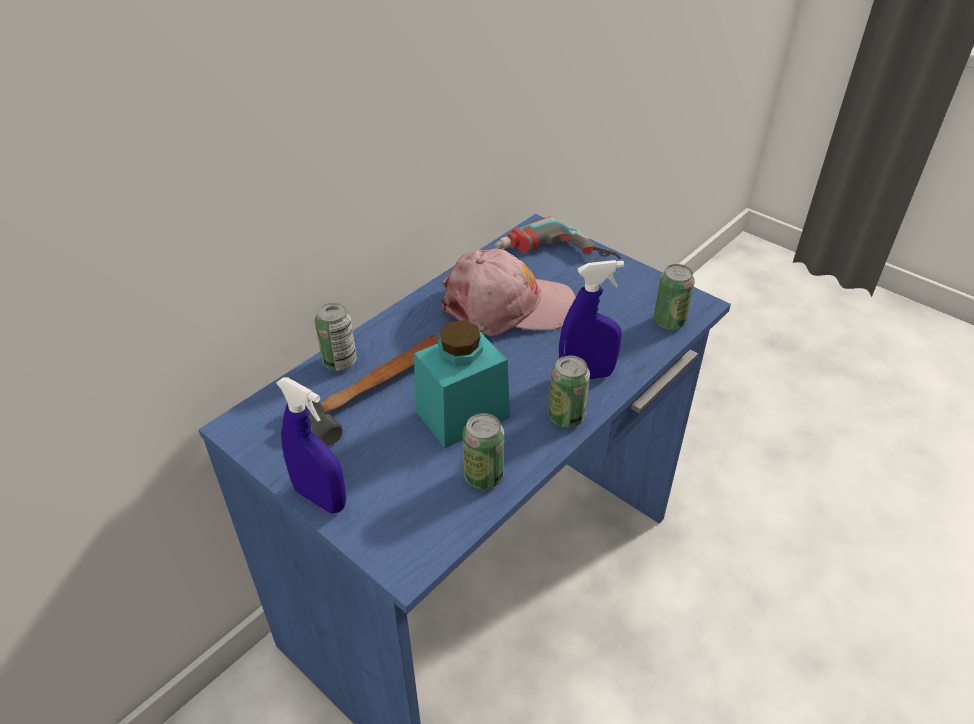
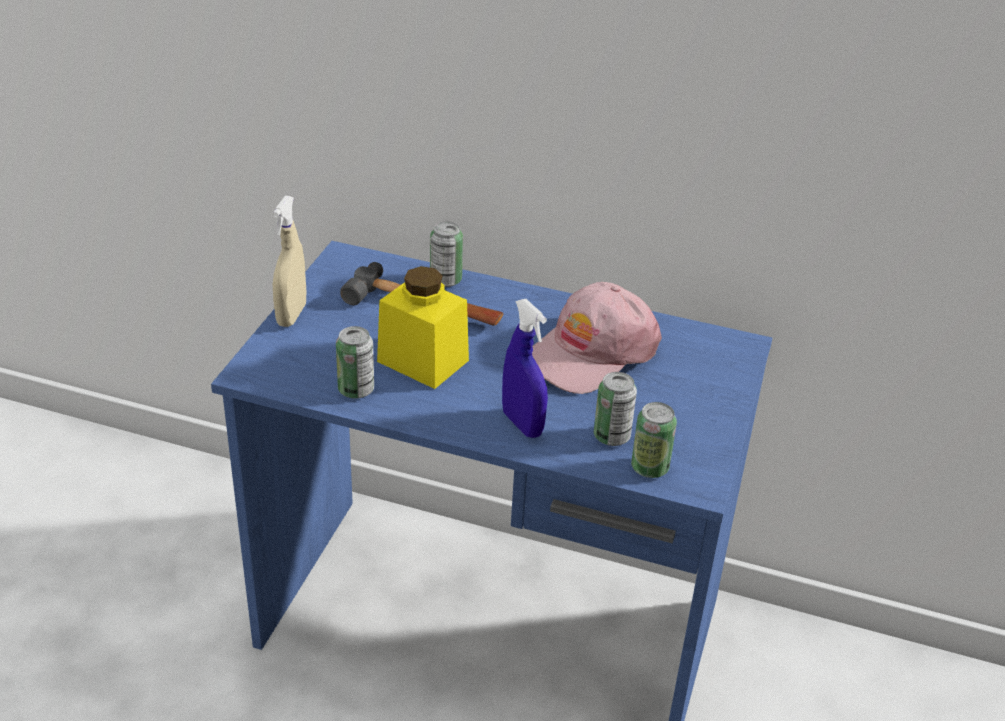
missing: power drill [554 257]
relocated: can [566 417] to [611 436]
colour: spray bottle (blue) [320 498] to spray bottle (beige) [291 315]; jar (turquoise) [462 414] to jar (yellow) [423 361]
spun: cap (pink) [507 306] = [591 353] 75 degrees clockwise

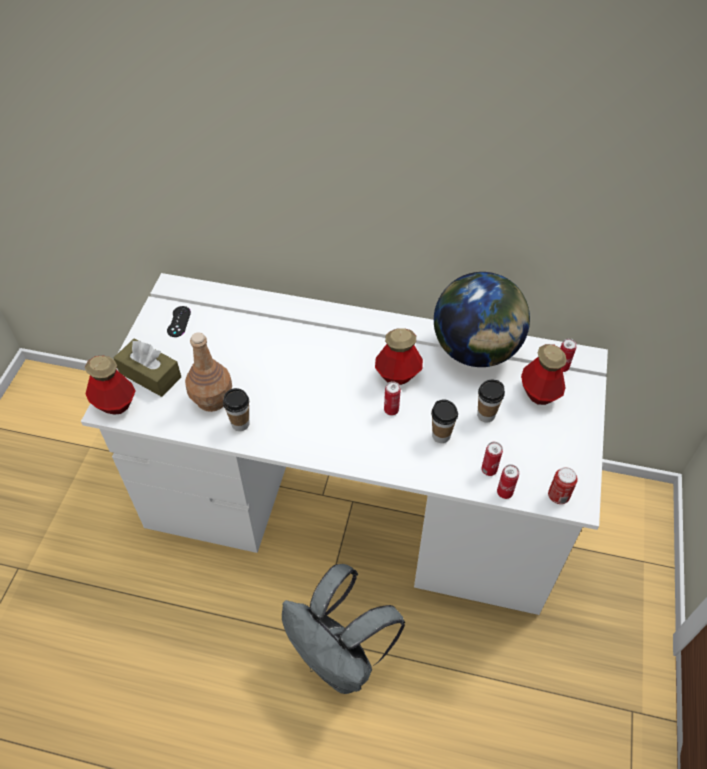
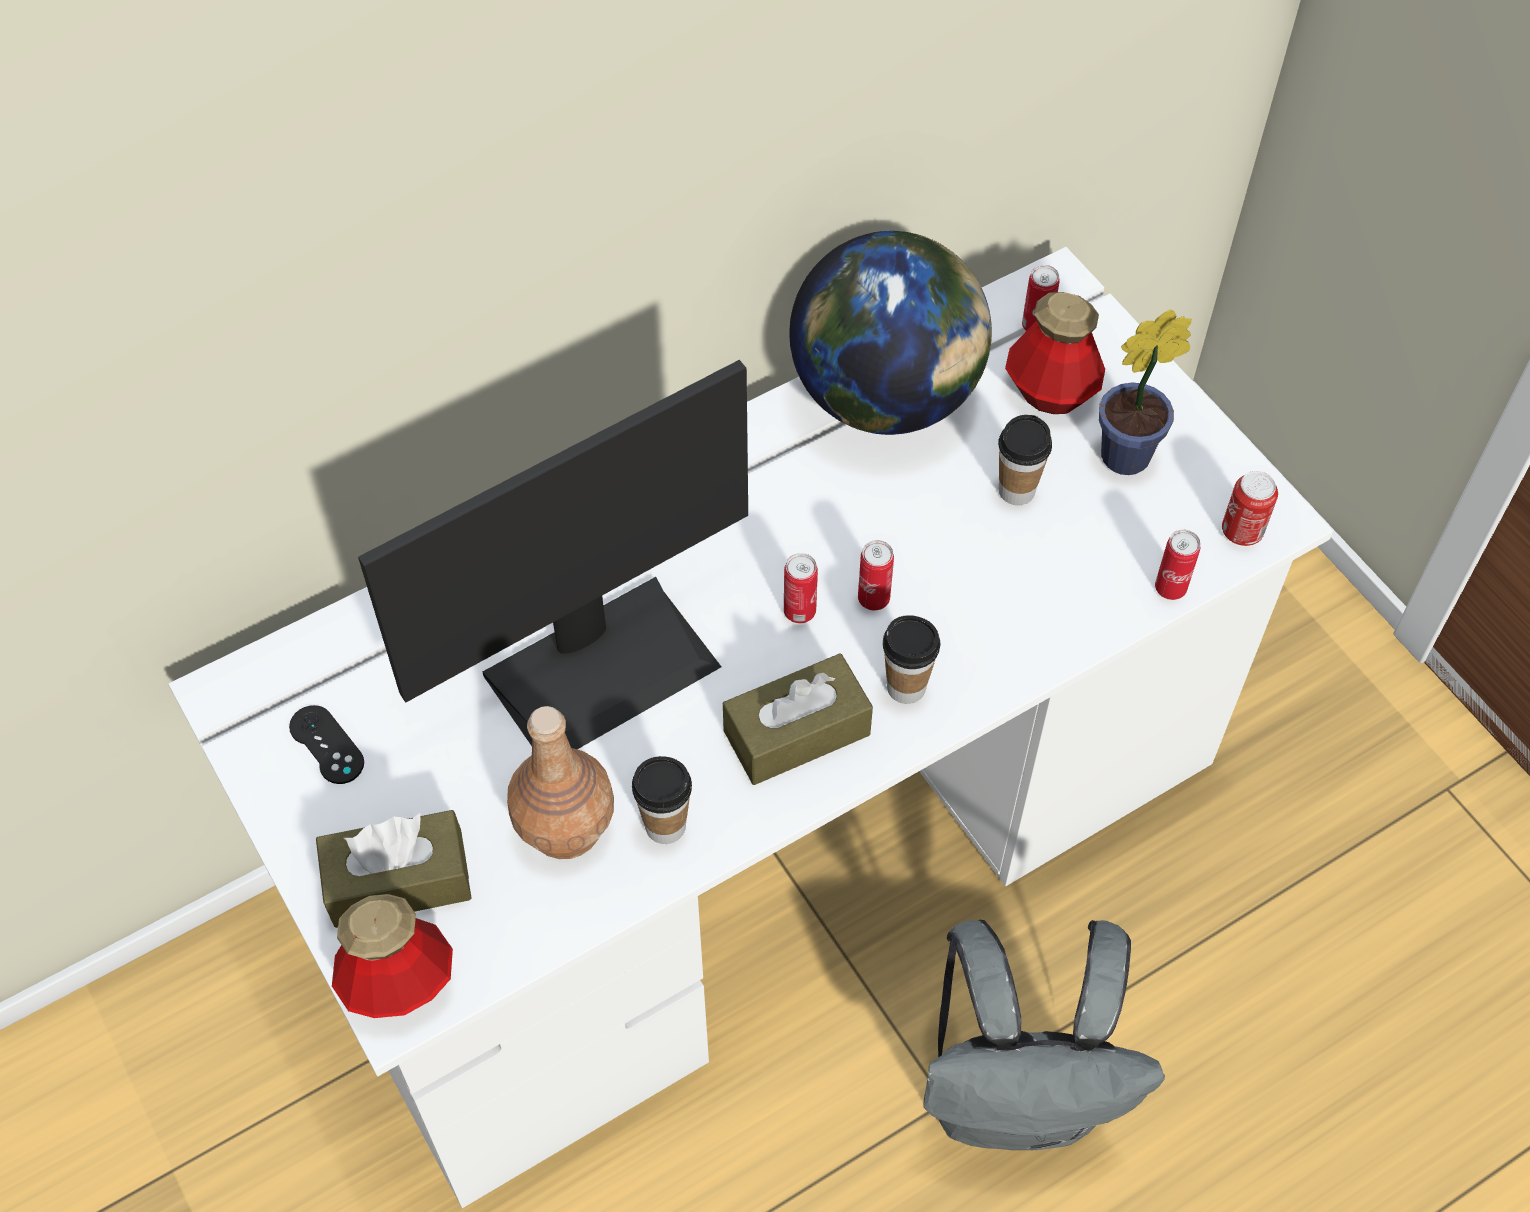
missing: bottle [398 375]
appeared: monitor [600 666]; tissue box (brown) [796 733]; potted plant [1132 454]
relocated: cup [441 435] to [906 687]; can [489 470] to [799 611]

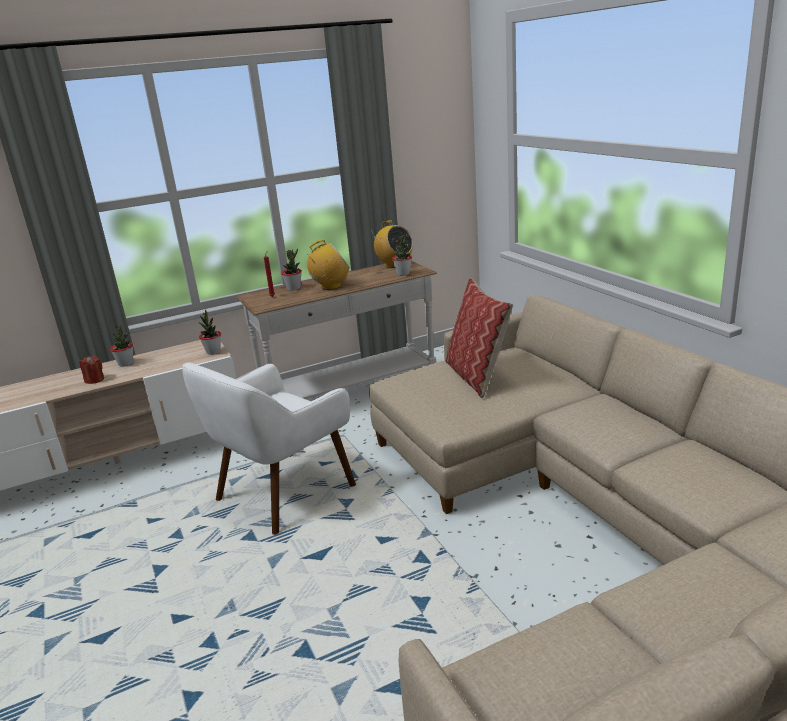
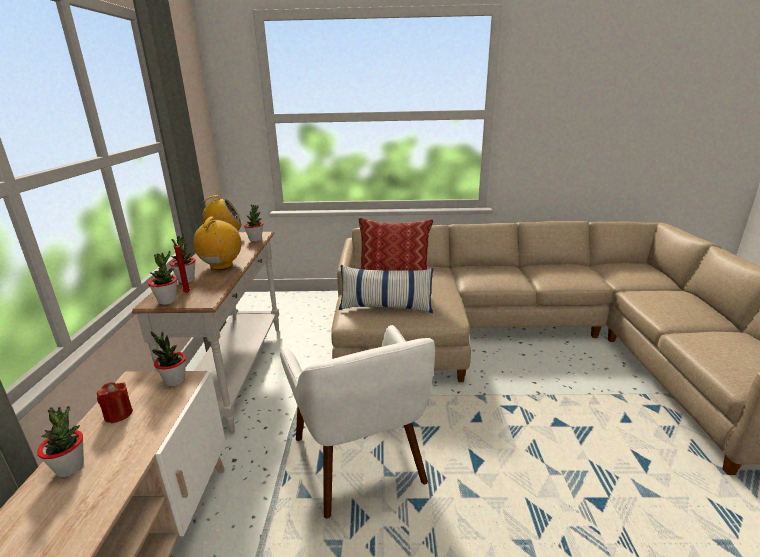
appeared: potted plant [167 301]; pillow [386 307]
relocated: candle (red) [94 380] to [118 414]

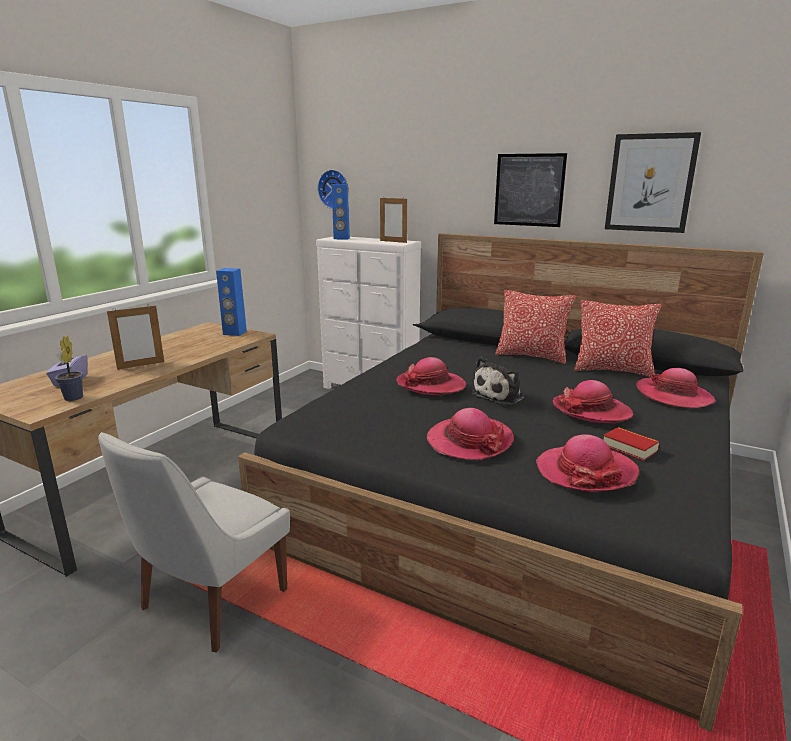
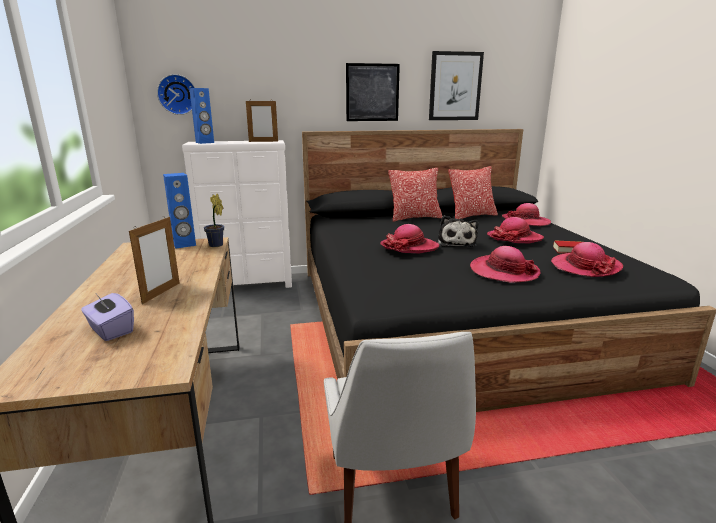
relocated: potted plant [72 399] to [217 245]

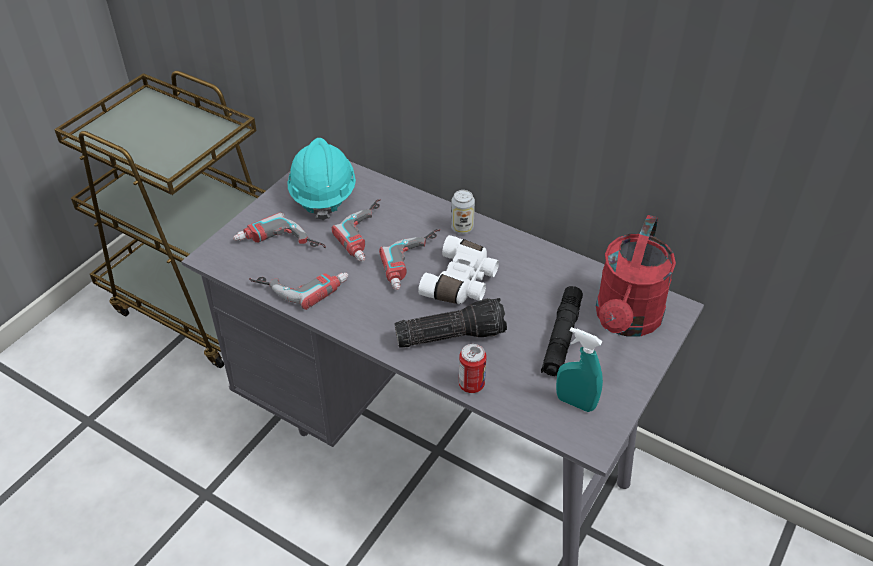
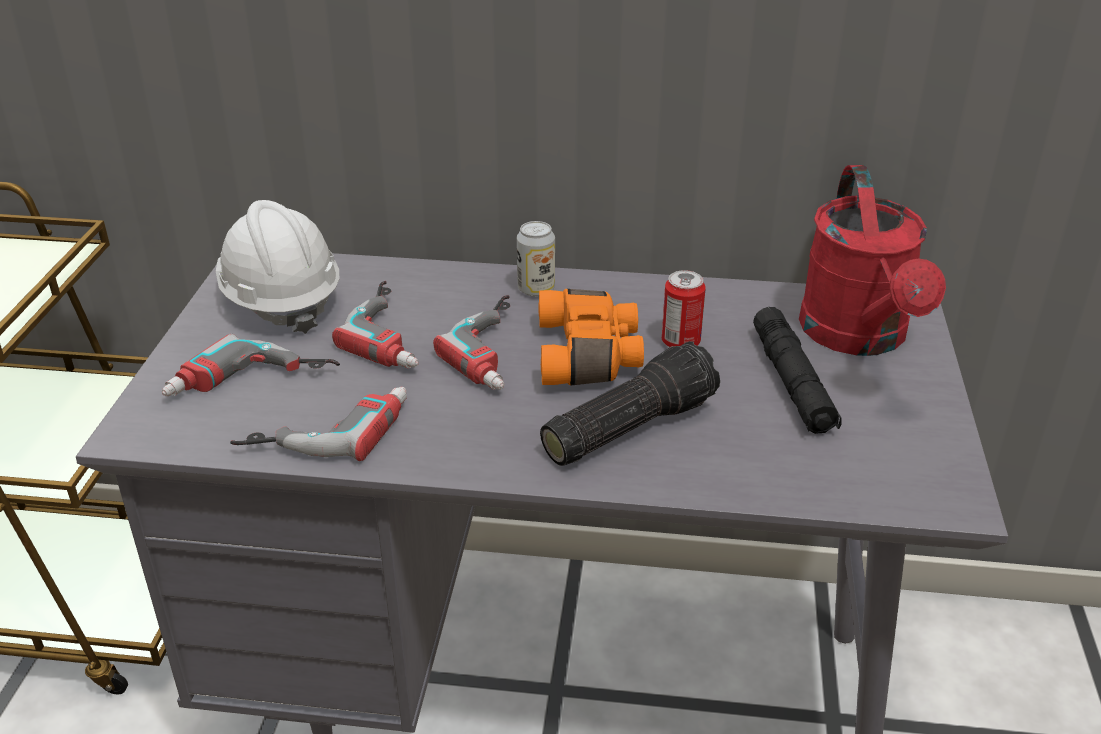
missing: spray bottle (turquoise) [575 402]
relocated: can [471 384] to [680 342]
colour: hard hat (turquoise) [323 194] to hard hat (white) [281 301]; binoculars (white) [462 282] to binoculars (orange) [590 355]

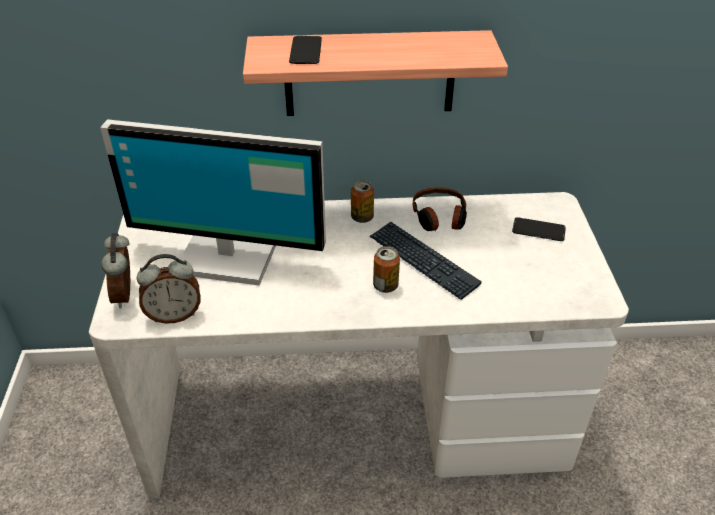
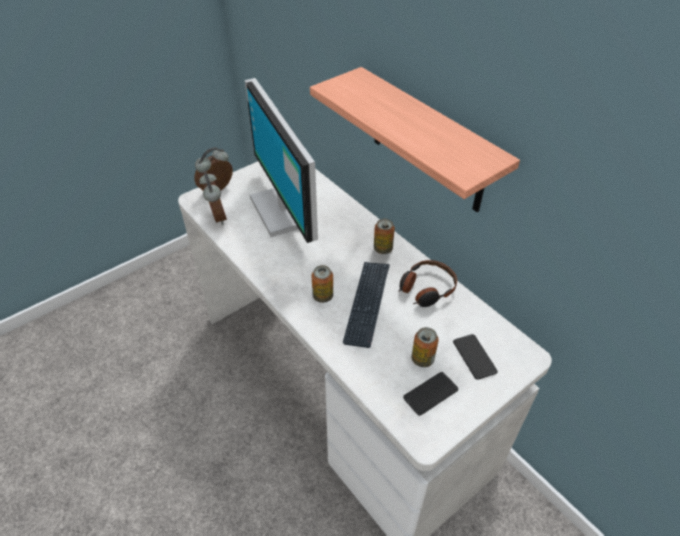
appeared: can [422 359]
relocated: phone [305 51] to [430 394]
spun: alarm clock [174 315] = [217 217] 150 degrees counterclockwise

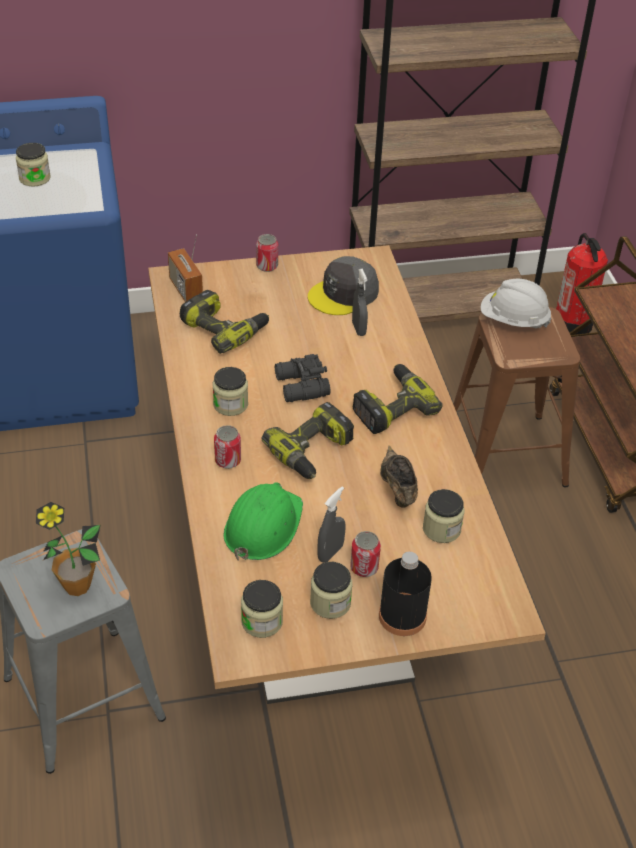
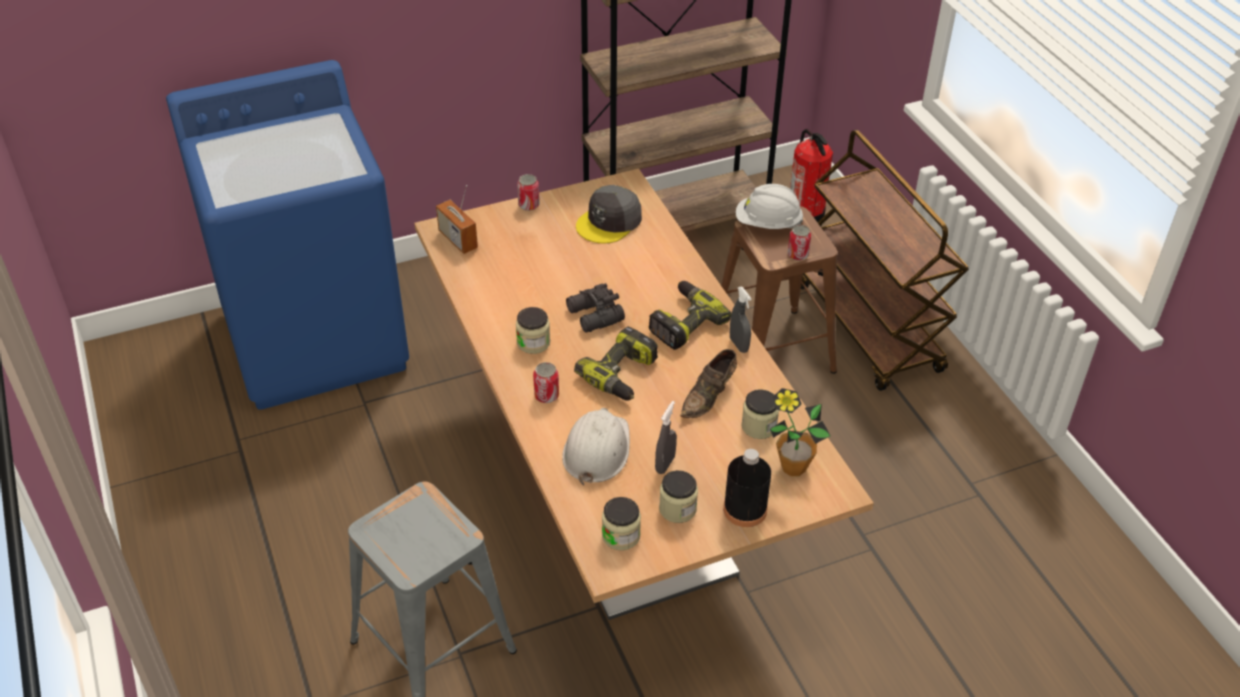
missing: jar [35 178]; power drill [225 329]
relocated: potted plant [77 586] to [793 467]; can [364 567] to [797 255]; spray bottle (grey) [358 329] to [739 345]
colour: hard hat (green) [262 526] to hard hat (white) [596 450]
spun: shoe (brown) [397 489] = [709 397] 120 degrees counterclockwise

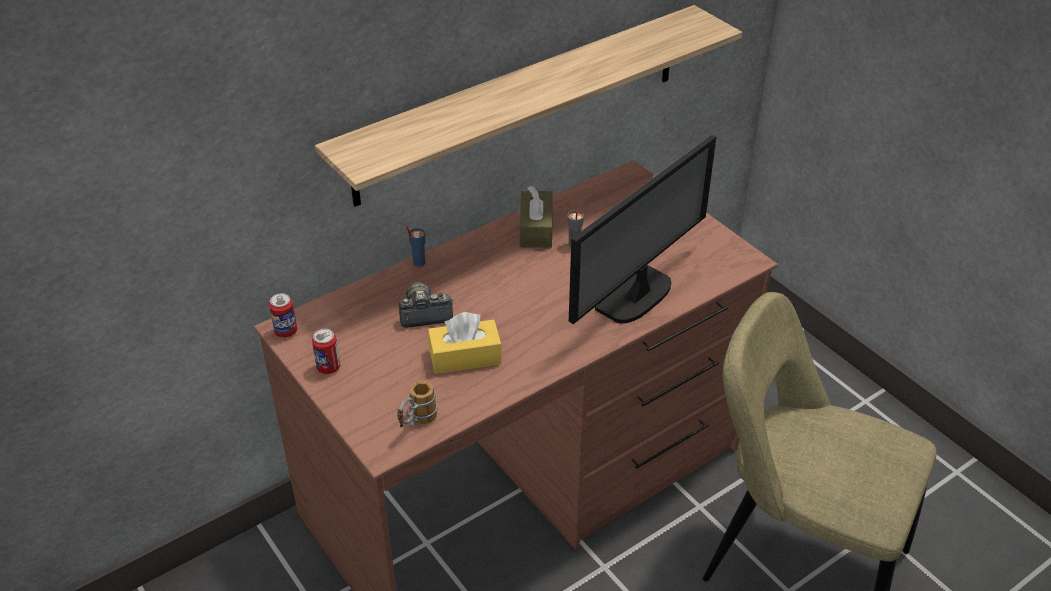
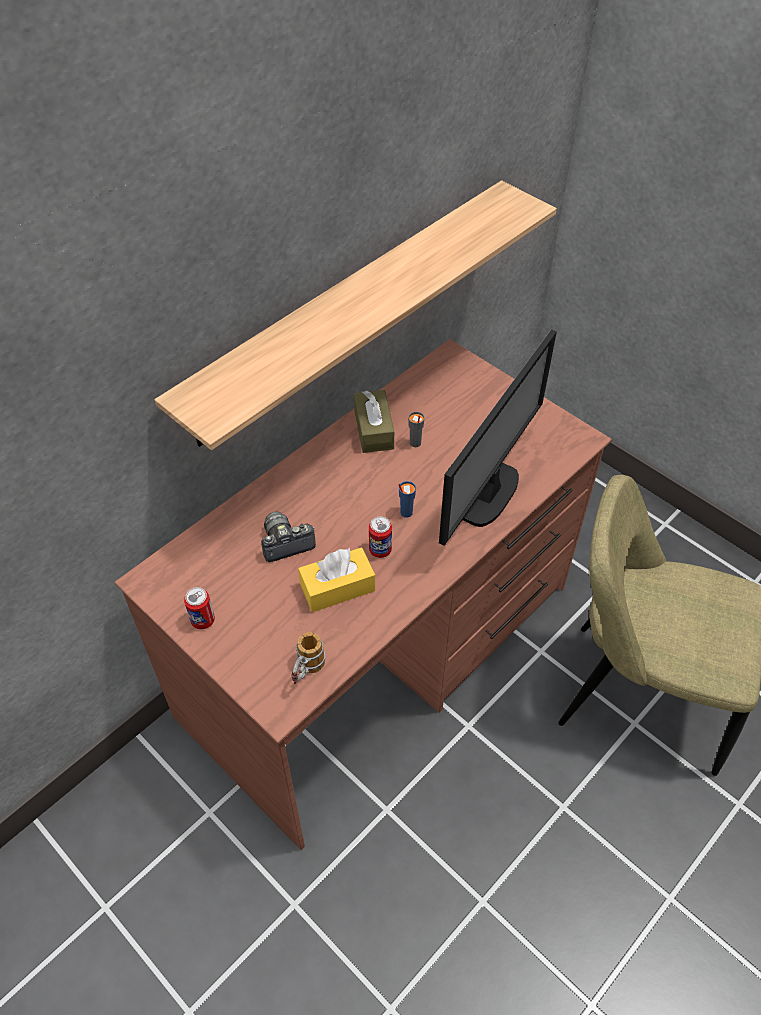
relocated: can [286 331] to [380 550]; cup (blue) [418 263] to [406 512]

